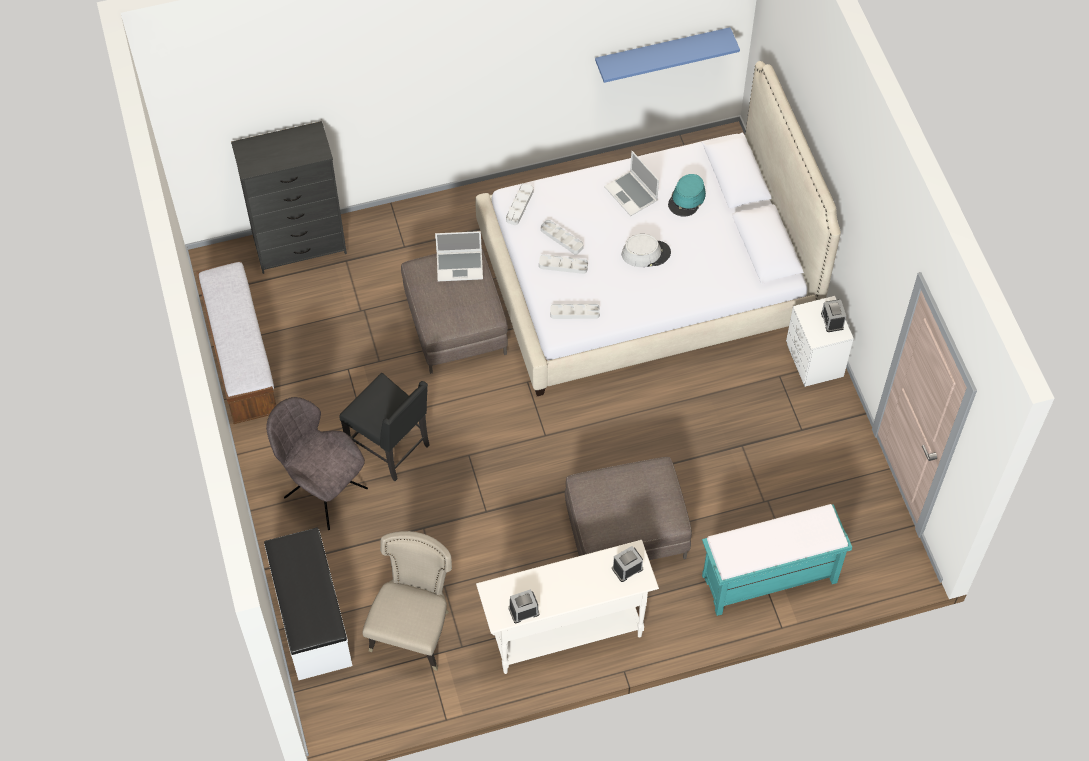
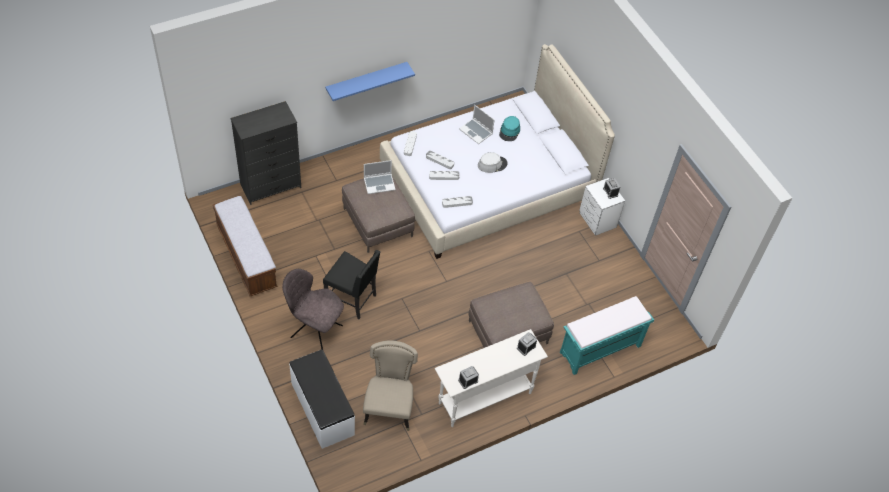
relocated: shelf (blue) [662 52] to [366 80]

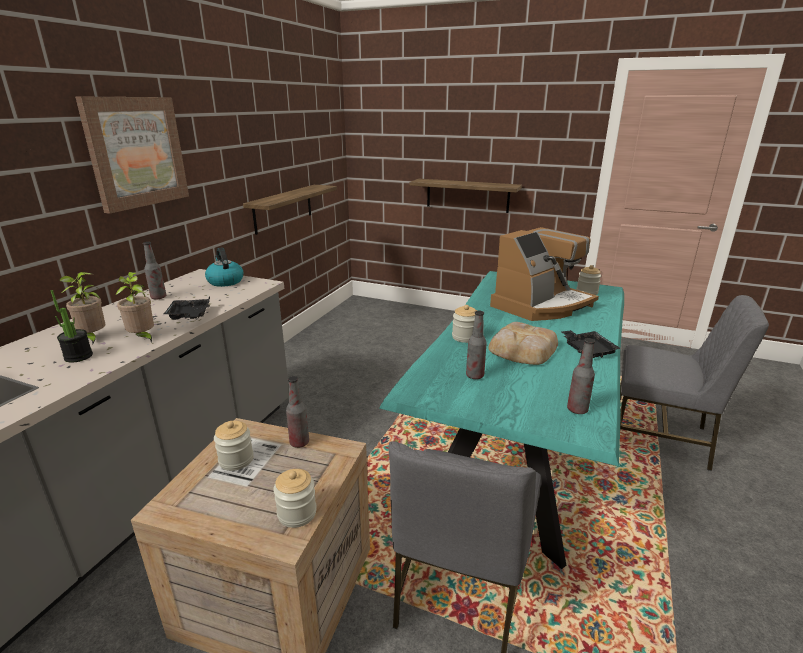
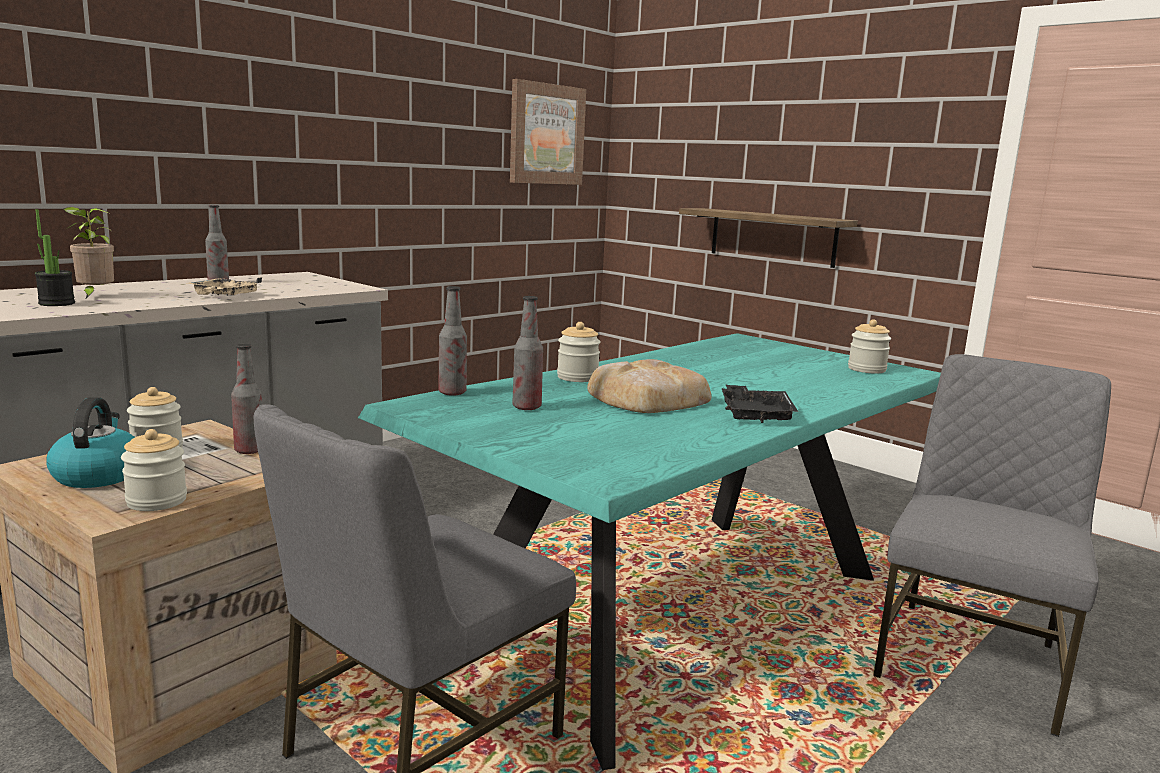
missing: potted plant [143 338]; shelf [283 208]; coffee machine [541 305]
relocated: picture [136 152] to [546 134]; kettle [225 281] to [98 475]; bottle [577 410] to [452 393]
colour: tray (black) [189 316] to tray (beige) [224 296]
spun: chair (grey) [661 438] = [971 660] 105 degrees counterclockwise

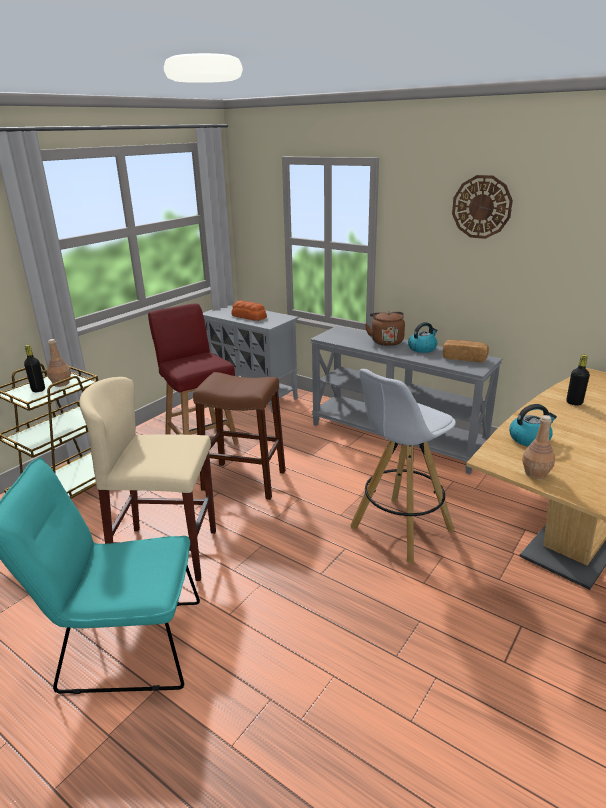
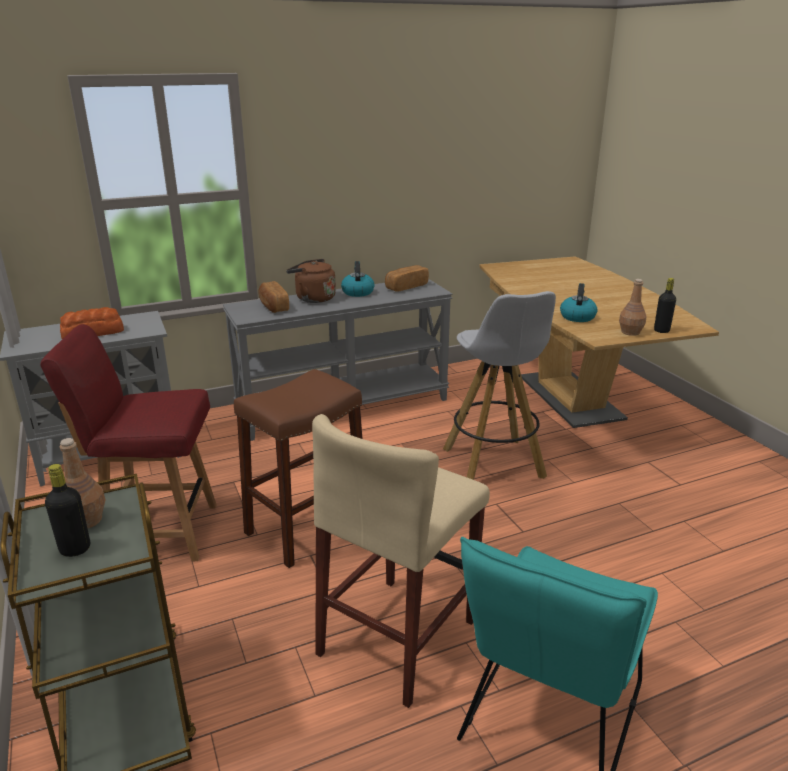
missing: wall clock [481 207]
appeared: bread [273 306]
relocated: bottle (black) [574 403] to [661 330]

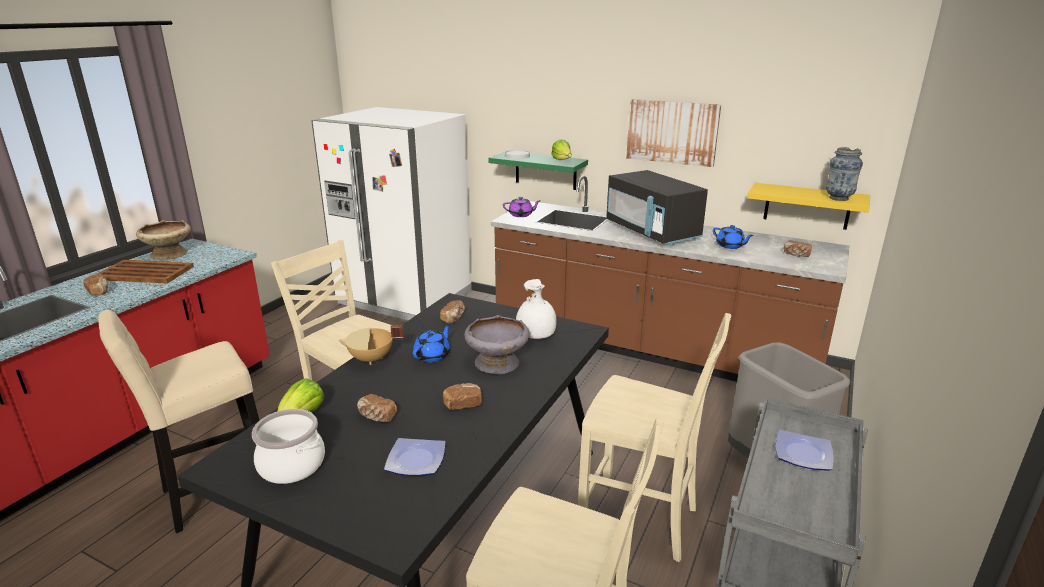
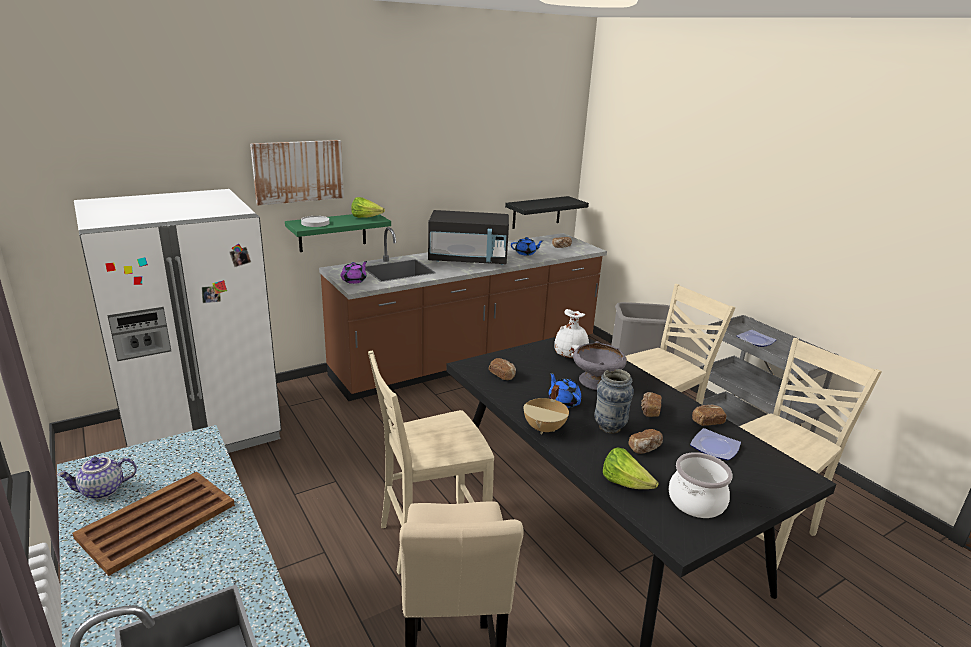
relocated: bread [99 292] to [707 422]; picture [672 132] to [298 171]; vase [838 198] to [609 427]
exchanged: bowl (beige) [169 254] to teapot [102 491]
colour: shelf (yellow) [807 206] to shelf (black) [536 212]

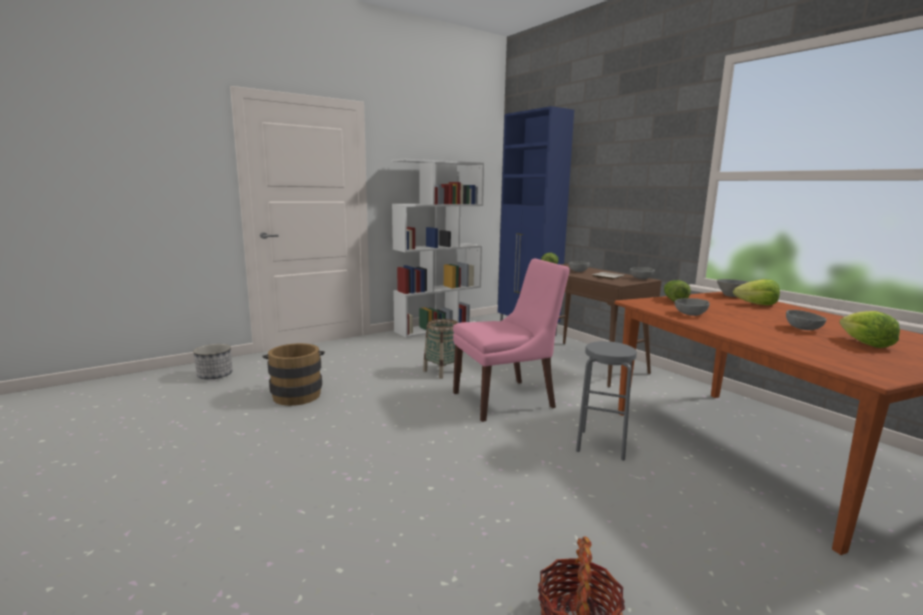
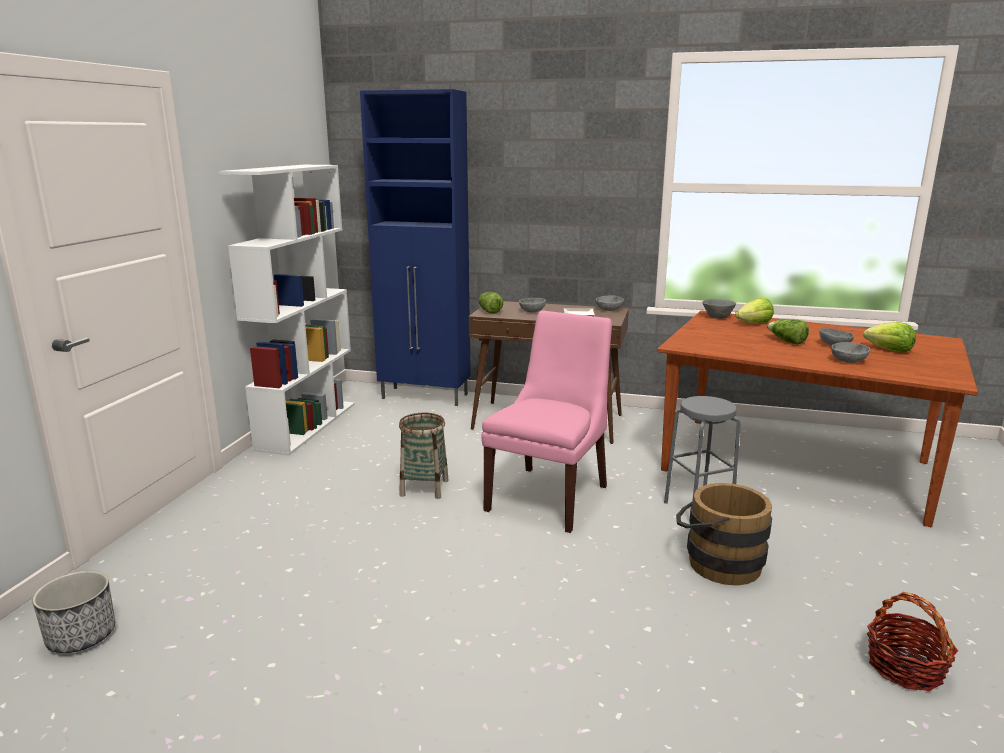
relocated: bucket (brown) [296 394] to [717 562]; lettuce [673 300] to [786 341]; bowl (grey) [690 314] to [848 361]

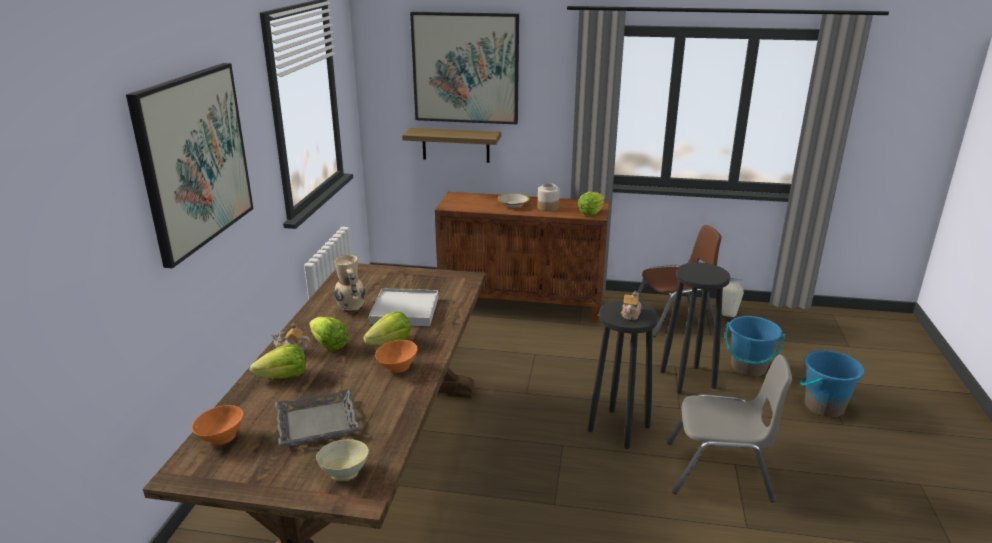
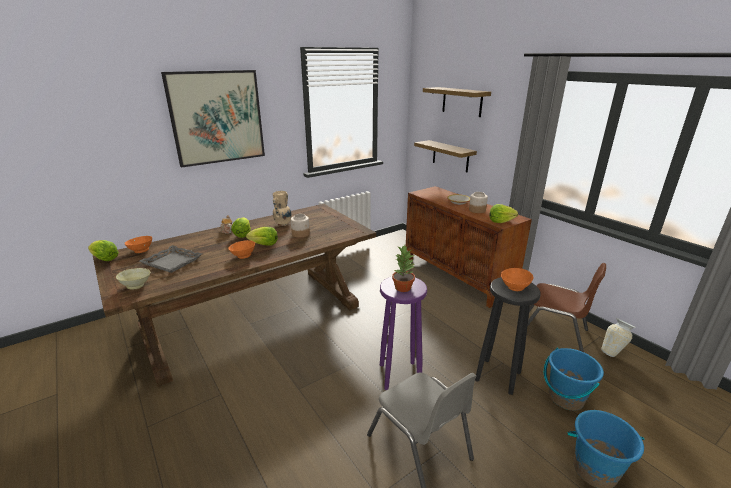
appeared: bowl (orange) [514 287]
relocated: lettuce [283 377] to [104 259]
exchanged: tray (white) [405 310] to jar [301 234]; picture [465 68] to shelf [462 101]; teapot [630 314] to potted plant [402 287]
colour: stool (black) [618 429] to stool (purple) [399 375]

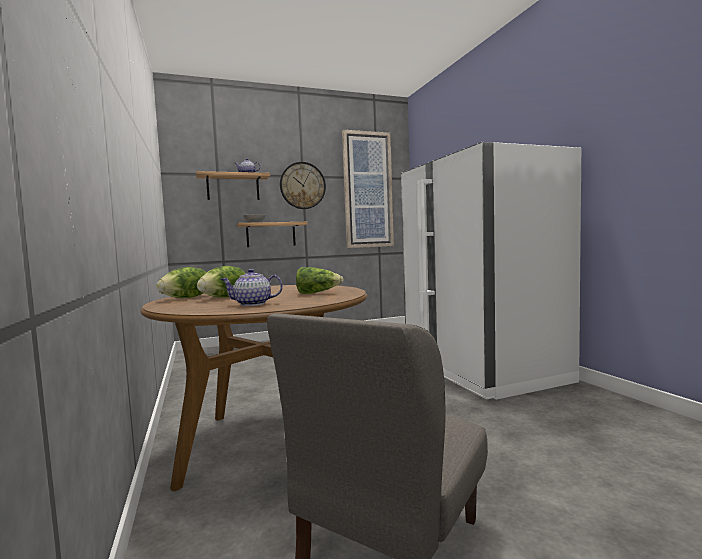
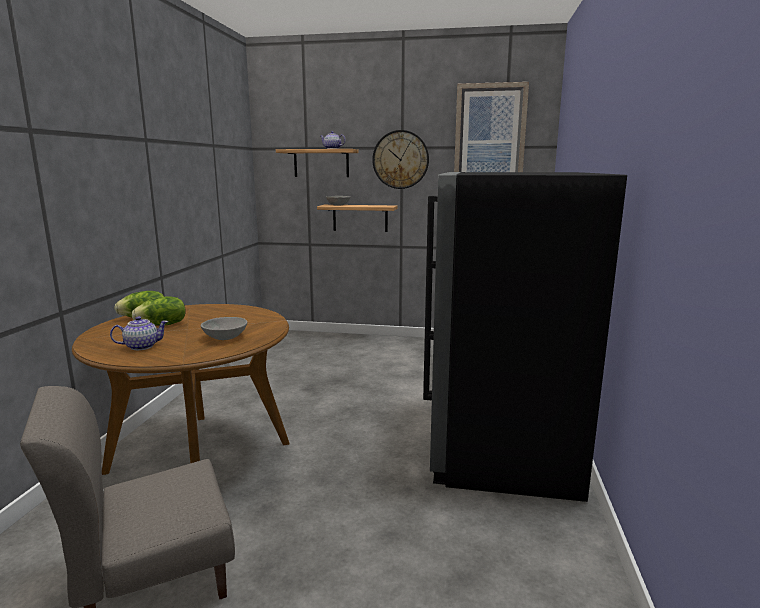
exchanged: lettuce [317 293] to bowl (grey) [225 337]
colour: fridge (white) [482 370] to fridge (black) [499 442]
spun: teapot [253 304] = [141 346] 135 degrees clockwise

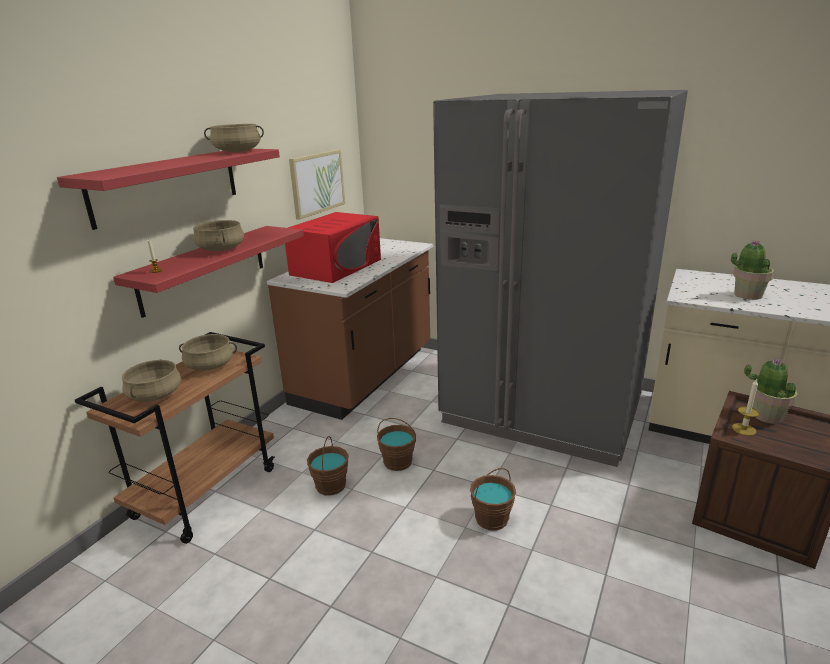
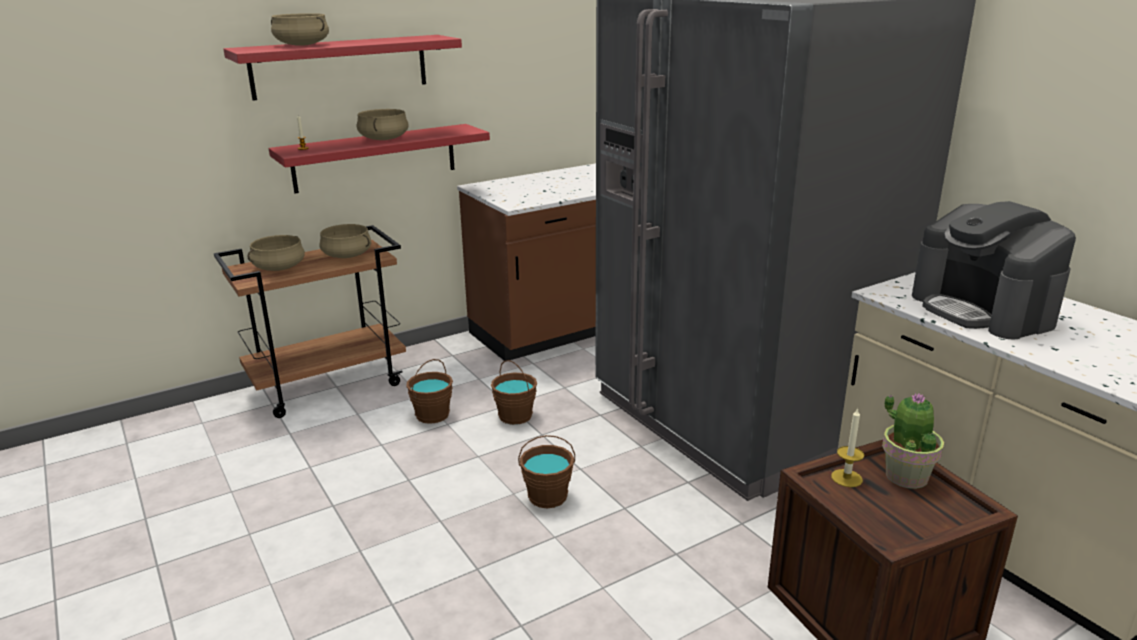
missing: microwave (red) [336 267]; picture [317 183]
relocated: cooking pot (beige) [237 152] to [301 45]
exchanged: potted plant [747 295] to coffee machine [982 310]

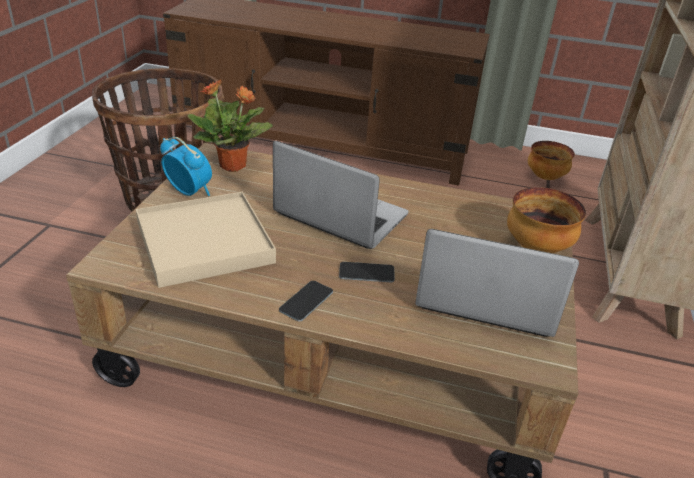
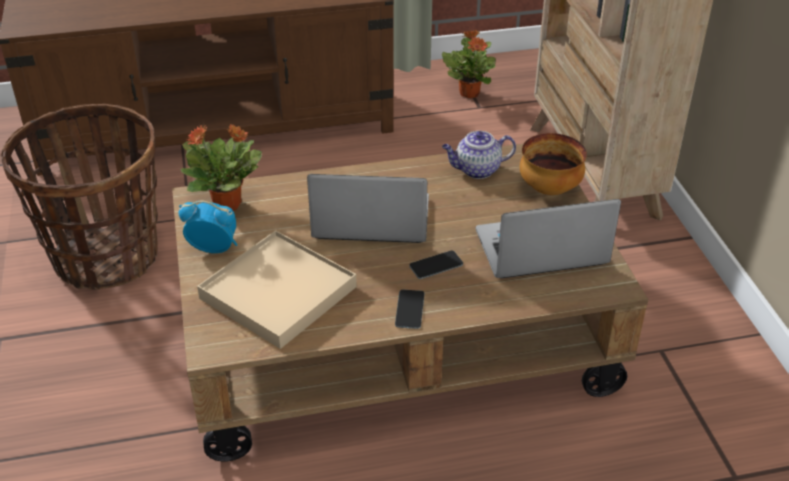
appeared: teapot [476 170]
exchanged: bowl [546 177] to potted plant [469 93]

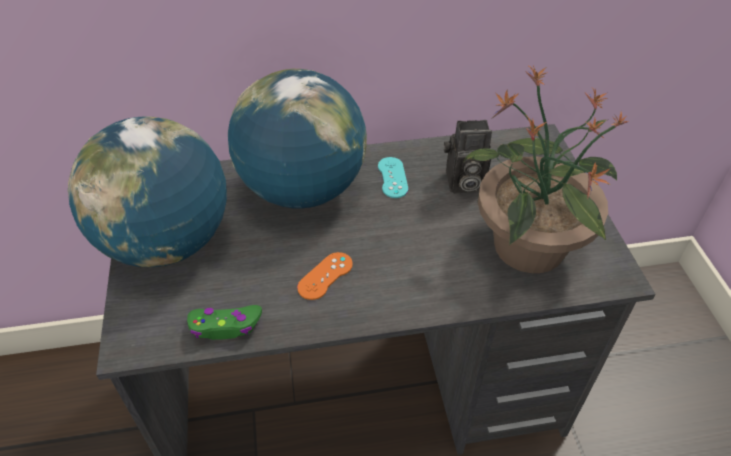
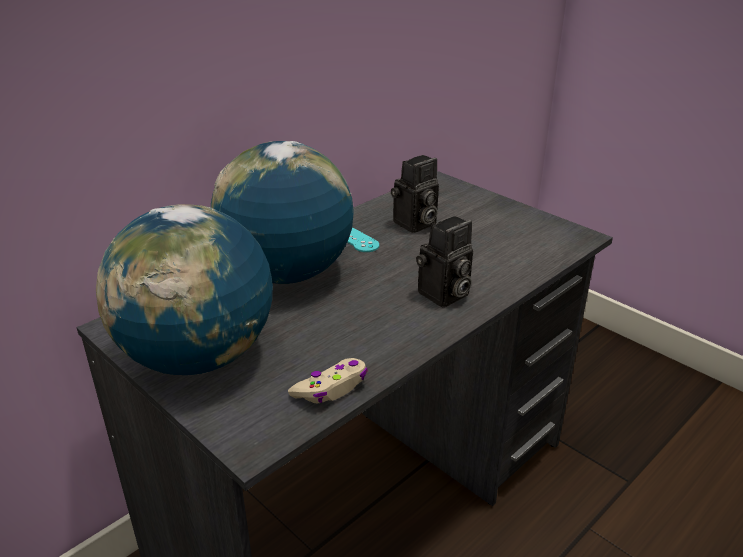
missing: game controller (orange) [325 276]; potted plant [527 248]
appeared: photo camera [443 296]
colour: game controller (green) [225 326] to game controller (beige) [331 388]

